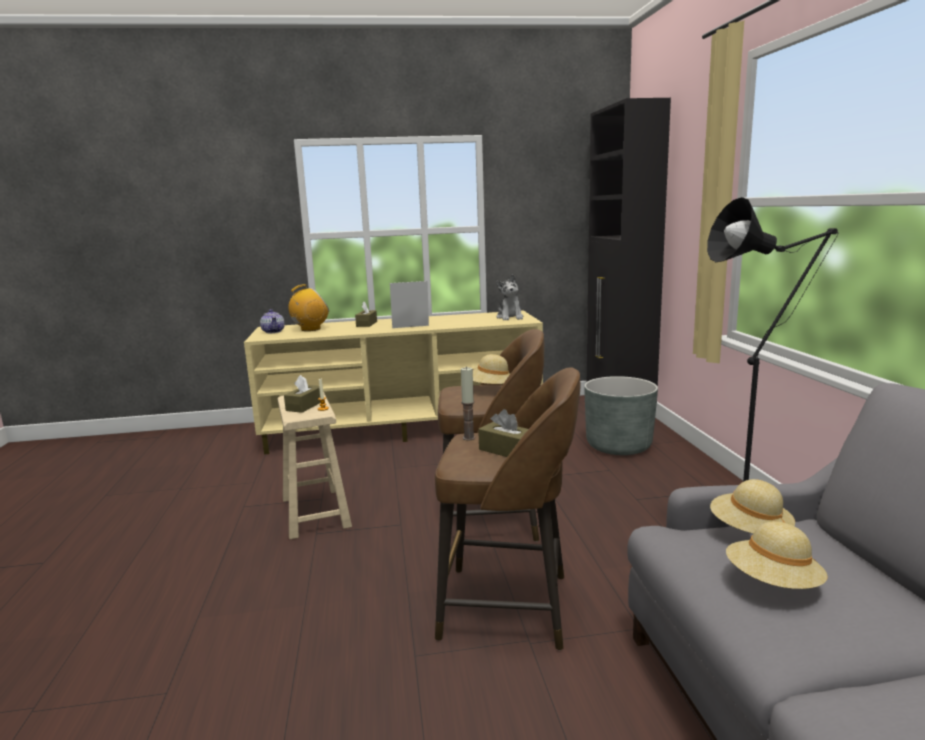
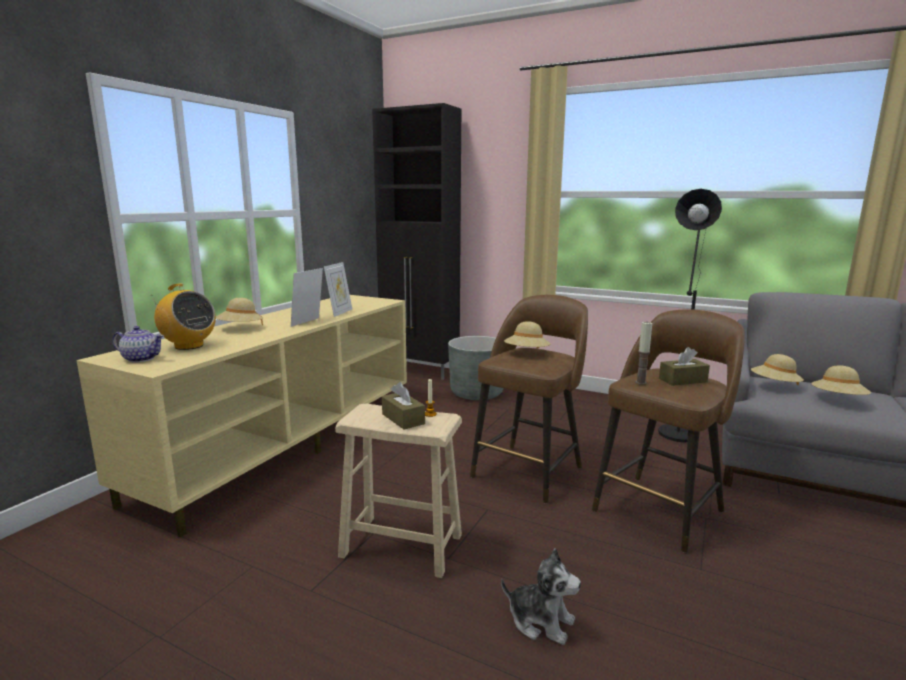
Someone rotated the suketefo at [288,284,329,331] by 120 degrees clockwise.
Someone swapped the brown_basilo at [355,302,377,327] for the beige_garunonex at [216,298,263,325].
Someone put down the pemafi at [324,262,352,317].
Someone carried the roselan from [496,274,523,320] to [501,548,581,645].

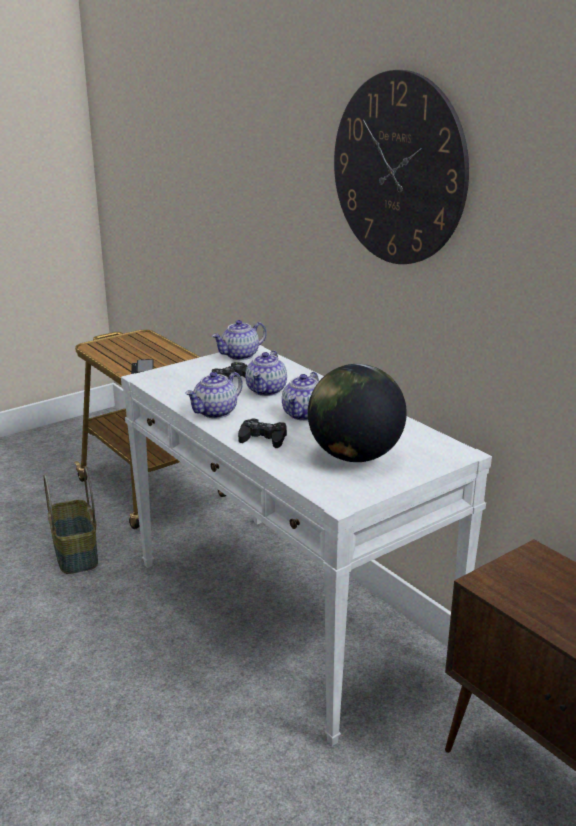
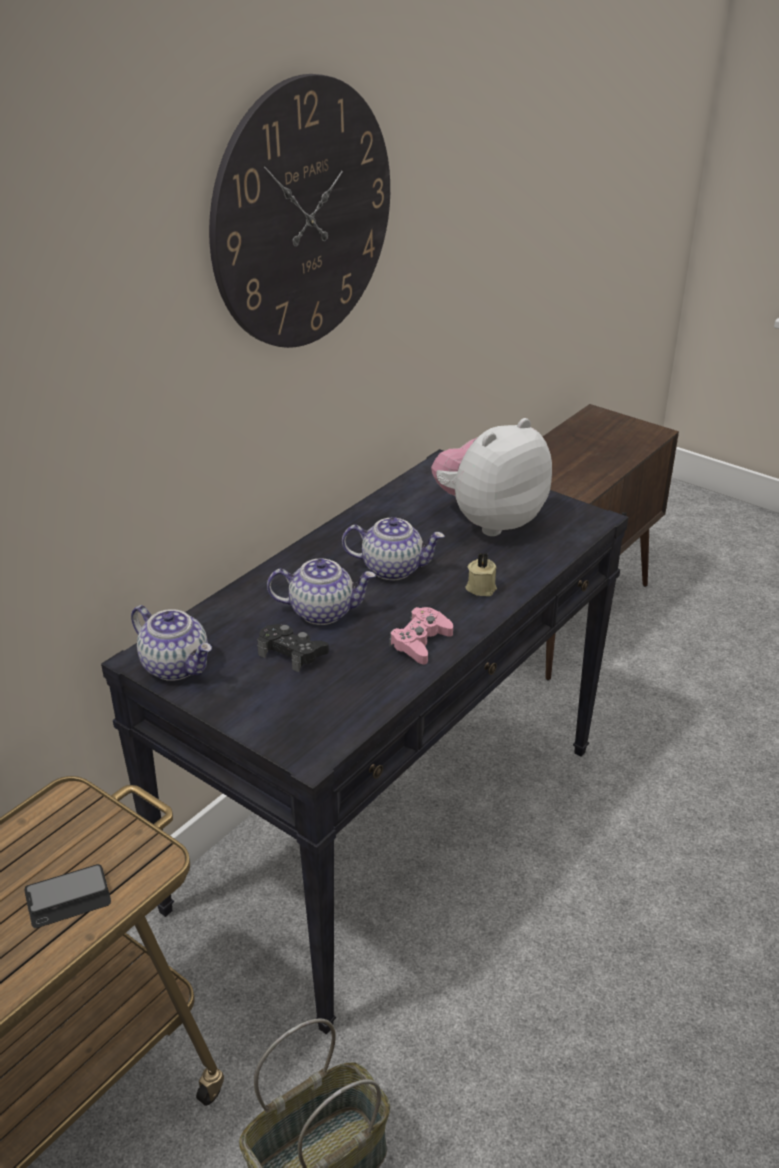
Someone repainted the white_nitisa at [121,345,492,746], which became the black_nitisa at [101,449,628,1035].
Someone swapped the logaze at [185,372,243,419] for the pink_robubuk at [390,607,453,664].
Someone swapped the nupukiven at [308,364,407,462] for the roselan at [431,418,552,536].
Someone swapped the black_robubuk at [238,418,287,448] for the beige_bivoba at [465,553,497,596].

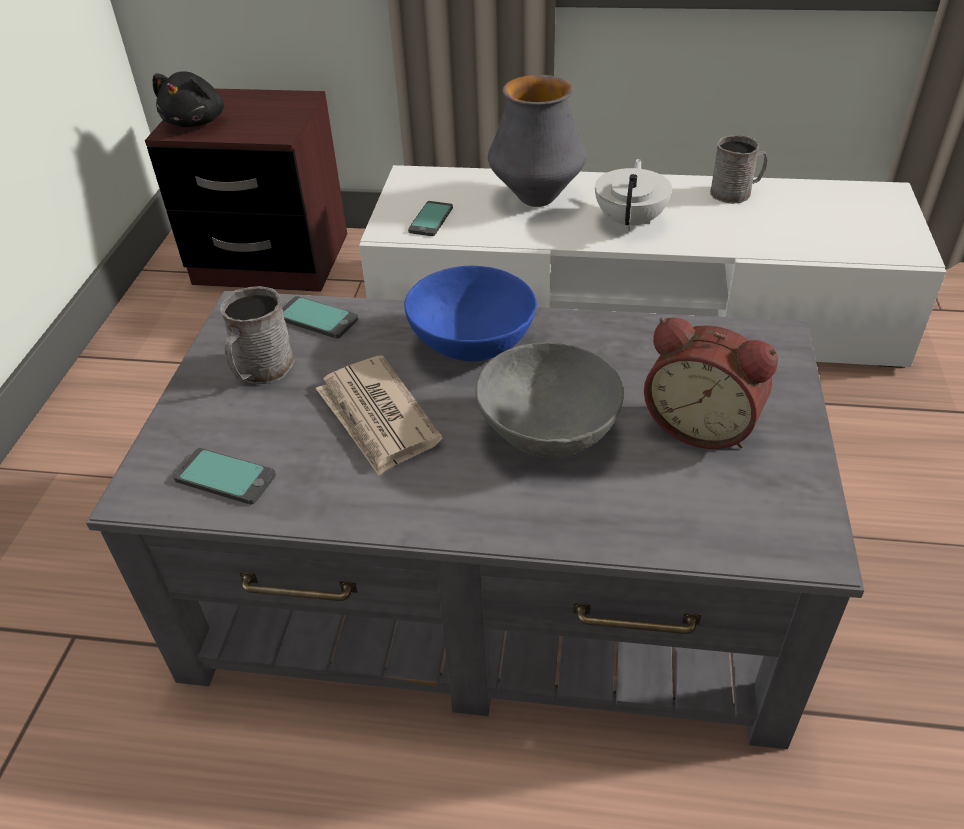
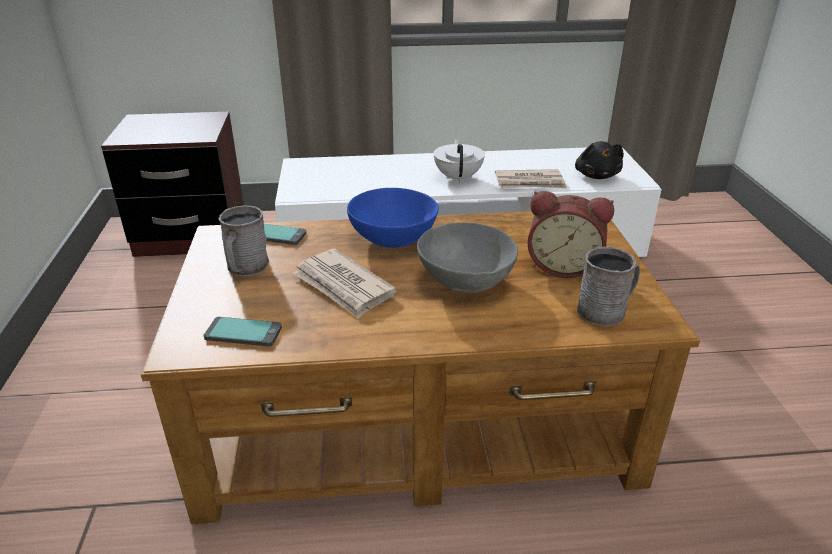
Someone repainted the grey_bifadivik at [86,291,864,749], which became the brown_bifadivik at [141,211,700,524].
Someone put down the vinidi at [495,169,567,188].
Someone carried the black_roselan from [153,72,224,127] to [575,141,624,179].
Someone carried the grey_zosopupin from [710,135,767,204] to [577,246,640,327].
Someone took away the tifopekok at [408,201,453,236].
Someone took away the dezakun at [488,75,586,207].

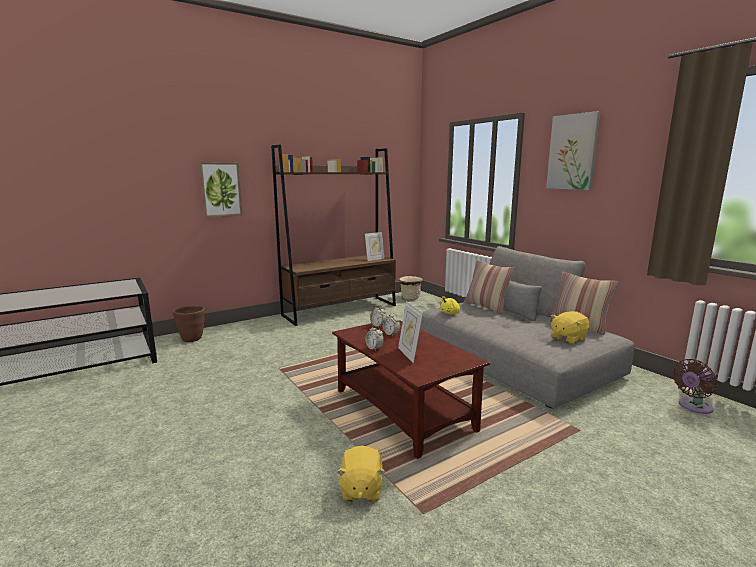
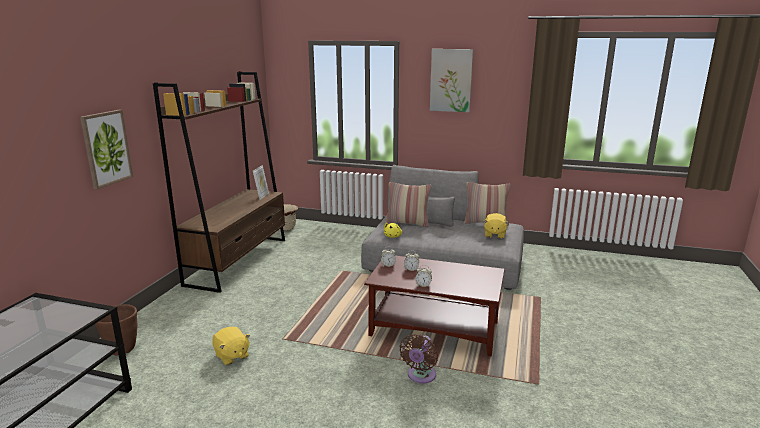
Someone carried the yellow_roselan from [337,446,385,502] to [213,327,250,365].
Someone carried the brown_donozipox from [673,359,717,414] to [400,334,438,383].
Someone took away the pemafi at [398,301,423,363].

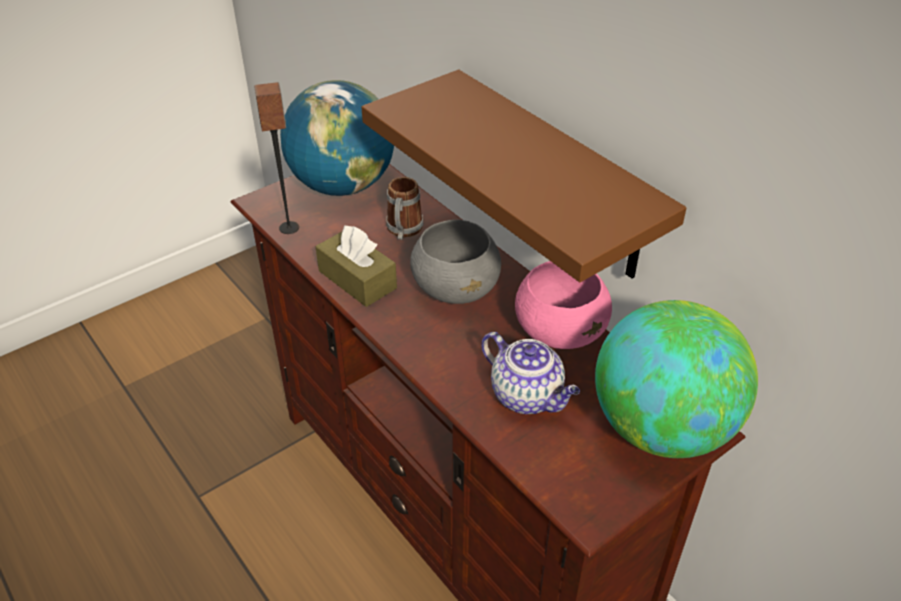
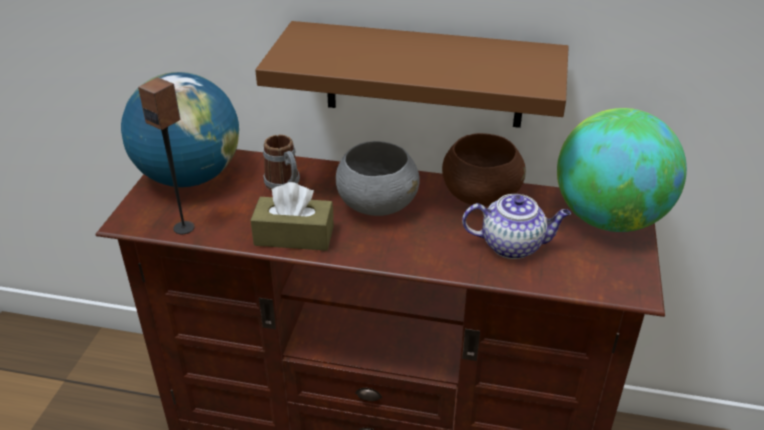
Someone repainted the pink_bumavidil at [515,261,612,349], which became the brown_bumavidil at [442,133,526,206].

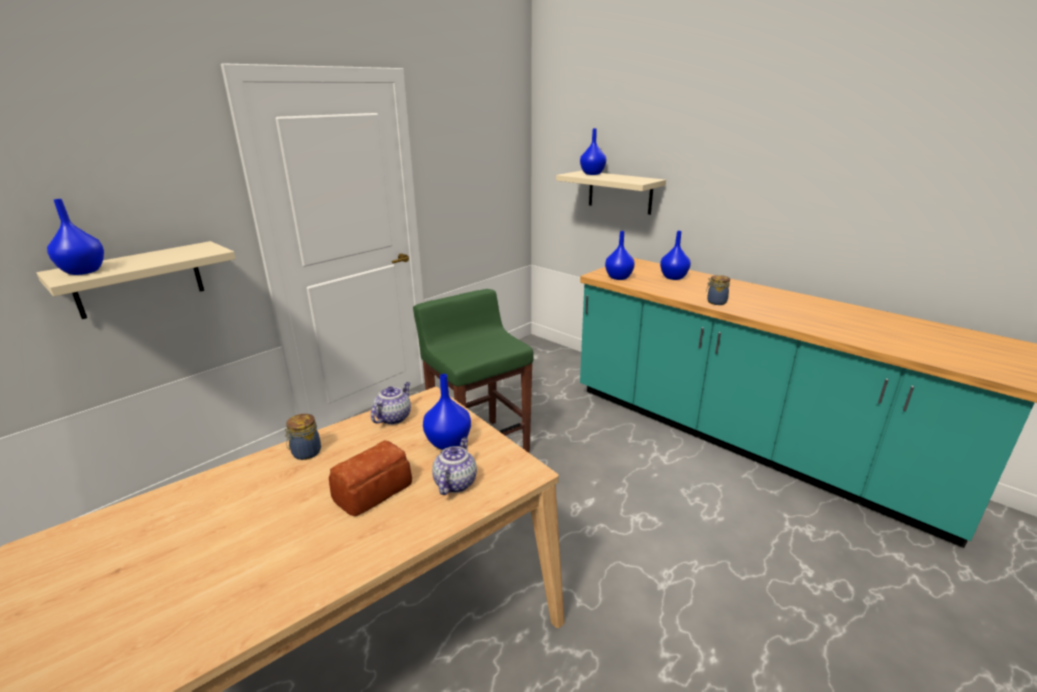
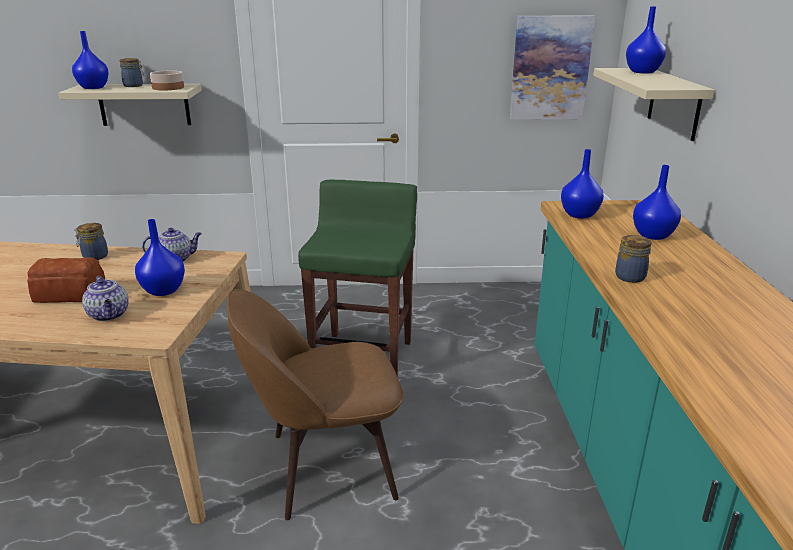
Someone rotated the logaze at [432,437,477,495] by 90 degrees clockwise.
Someone put down the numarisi at [119,58,144,87].
Someone put down the bumavidil at [150,71,184,90].
Someone put down the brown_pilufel at [227,289,404,520].
Someone put up the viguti at [510,16,595,120].

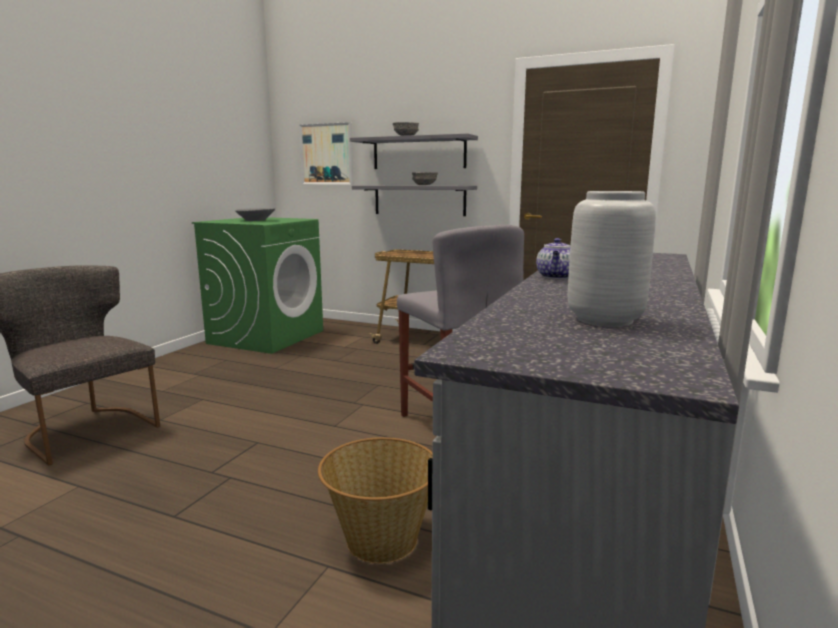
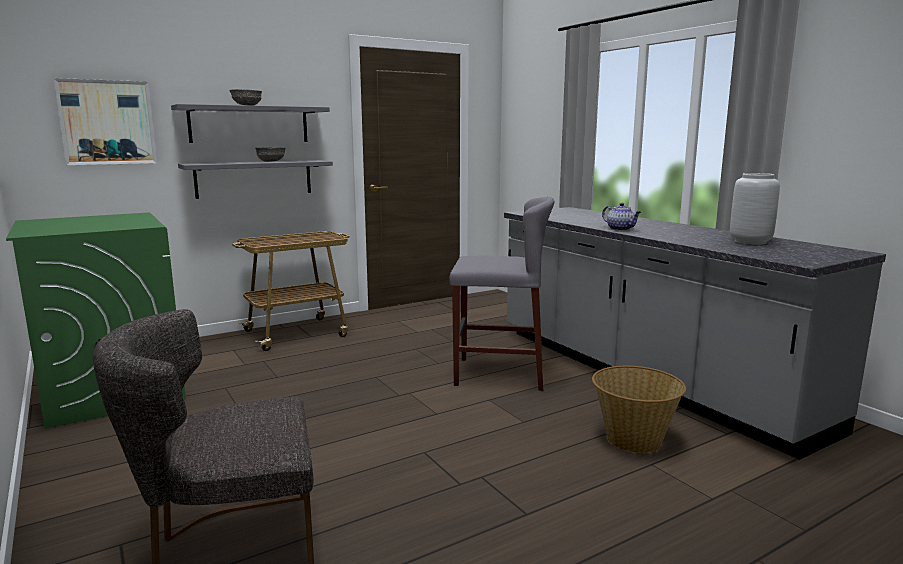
Someone took away the grey_bumavidil at [235,208,275,221].

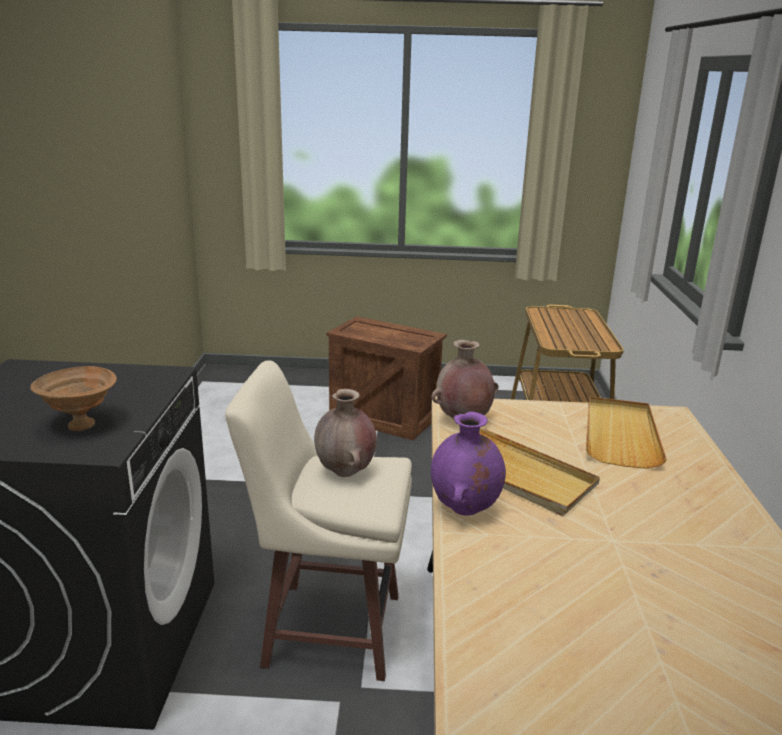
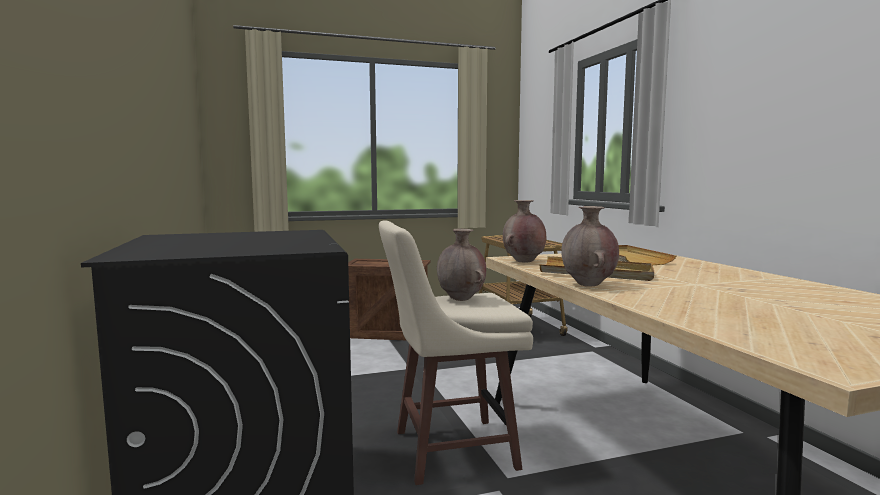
Someone repainted the purple_dezakun at [431,412,506,516], which became the brown_dezakun at [561,206,619,286].
Someone took away the brown_bumavidil at [30,366,117,431].

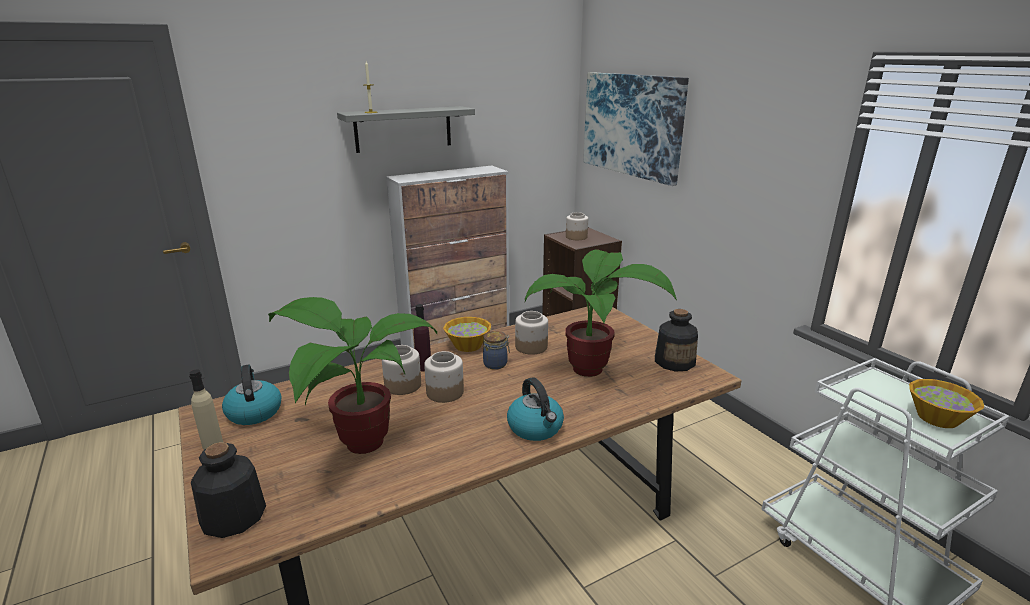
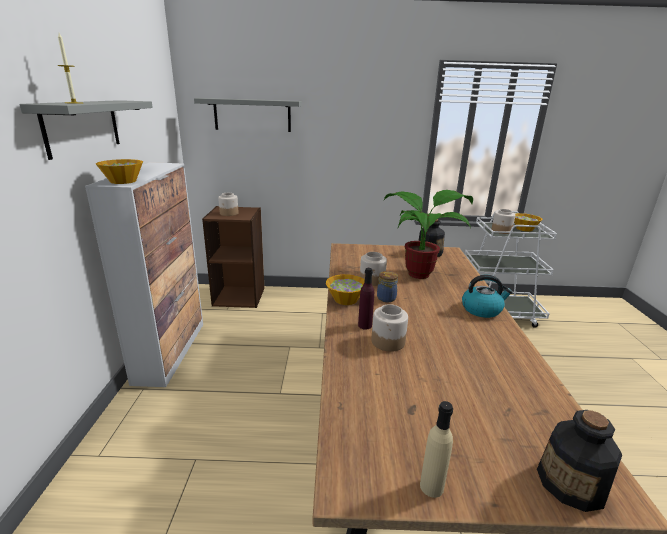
Someone put down the bumavidil at [96,159,143,184].
Someone swapped the viguti at [583,72,689,186] for the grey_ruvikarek at [194,98,302,132].
Someone carried the numarisi from [424,351,464,403] to [492,209,515,234].
Someone took away the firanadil at [222,364,282,425].
Someone took away the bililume at [268,297,437,454].

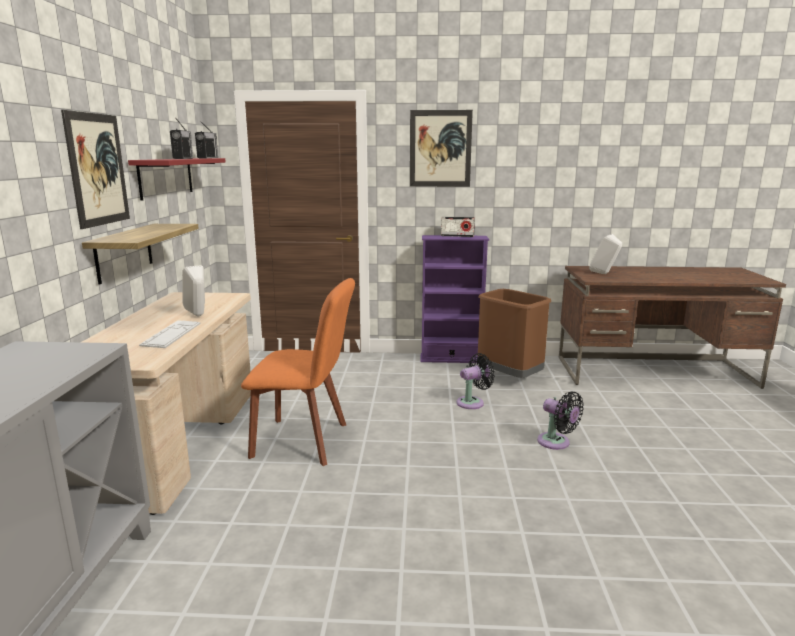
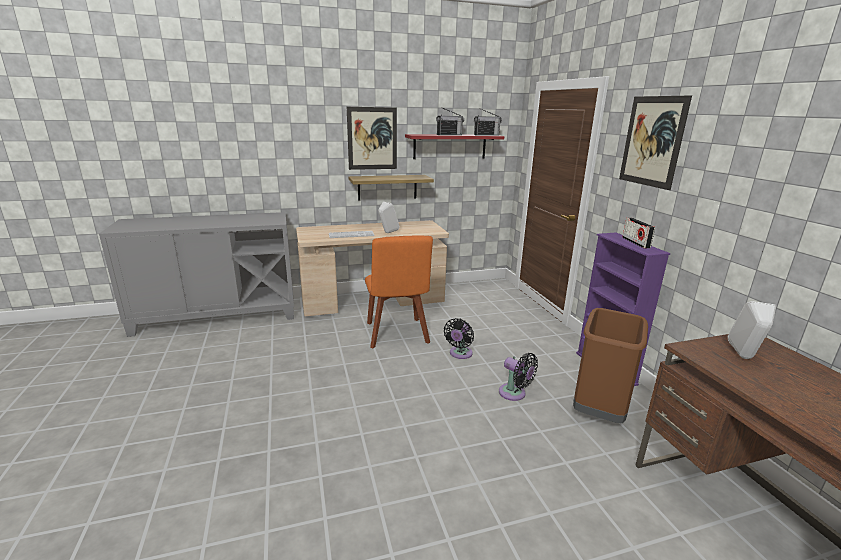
Someone carried the black_donozipox from [537,391,584,450] to [444,318,474,359].

